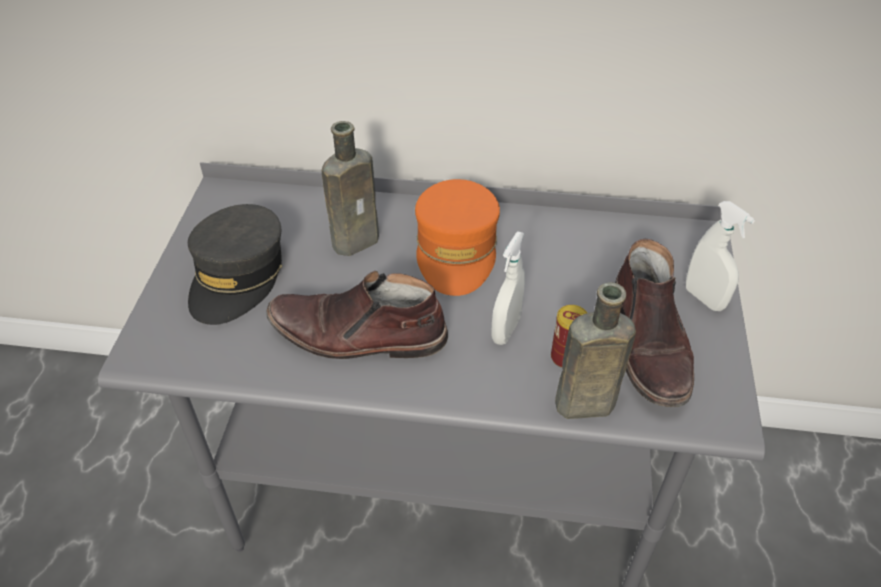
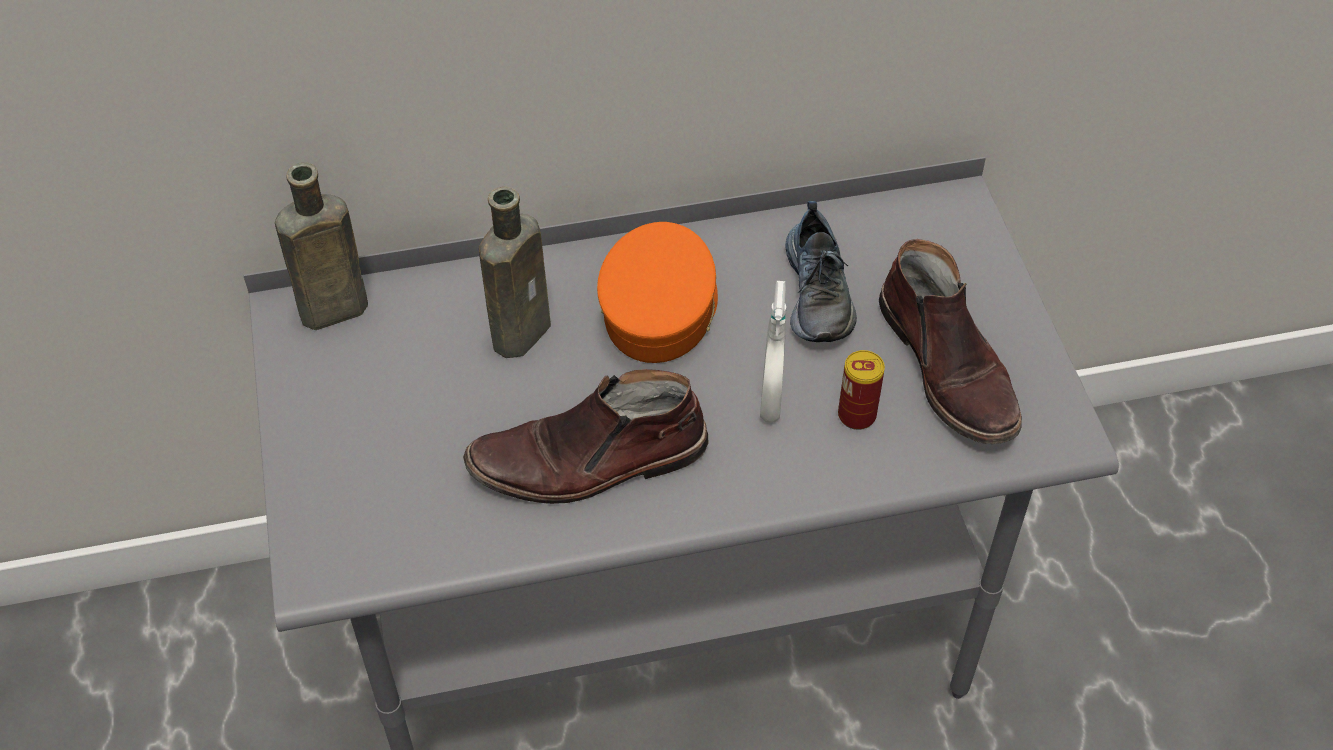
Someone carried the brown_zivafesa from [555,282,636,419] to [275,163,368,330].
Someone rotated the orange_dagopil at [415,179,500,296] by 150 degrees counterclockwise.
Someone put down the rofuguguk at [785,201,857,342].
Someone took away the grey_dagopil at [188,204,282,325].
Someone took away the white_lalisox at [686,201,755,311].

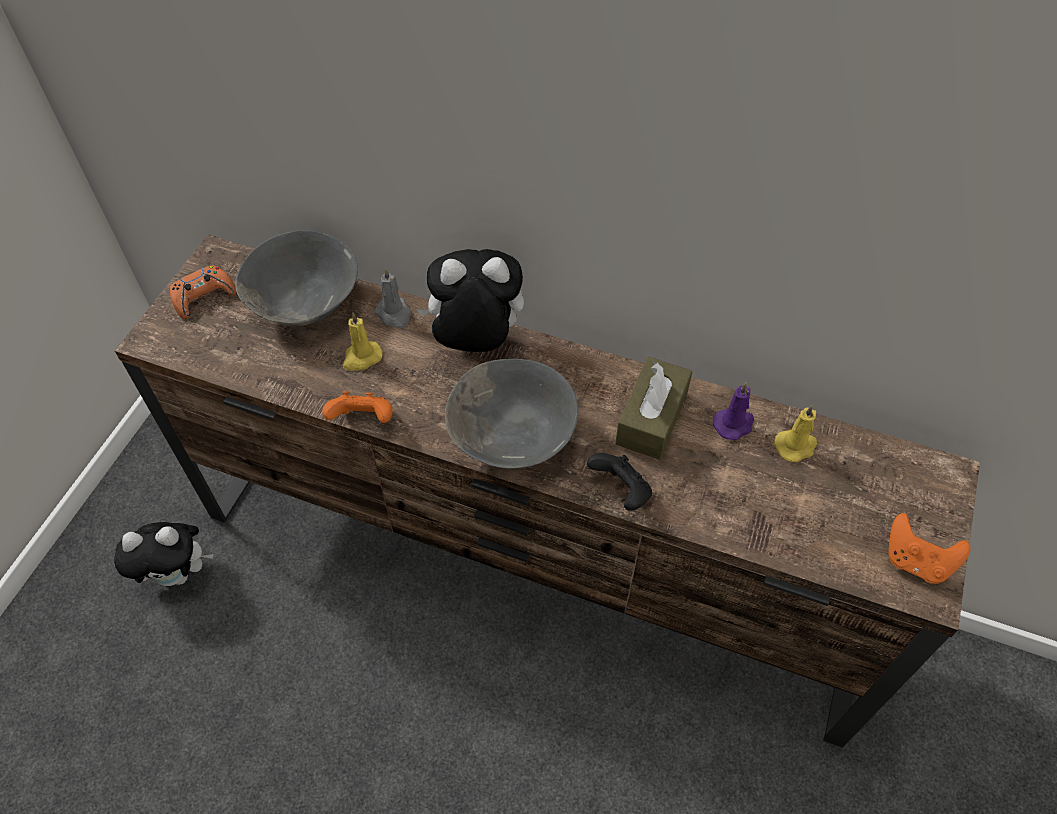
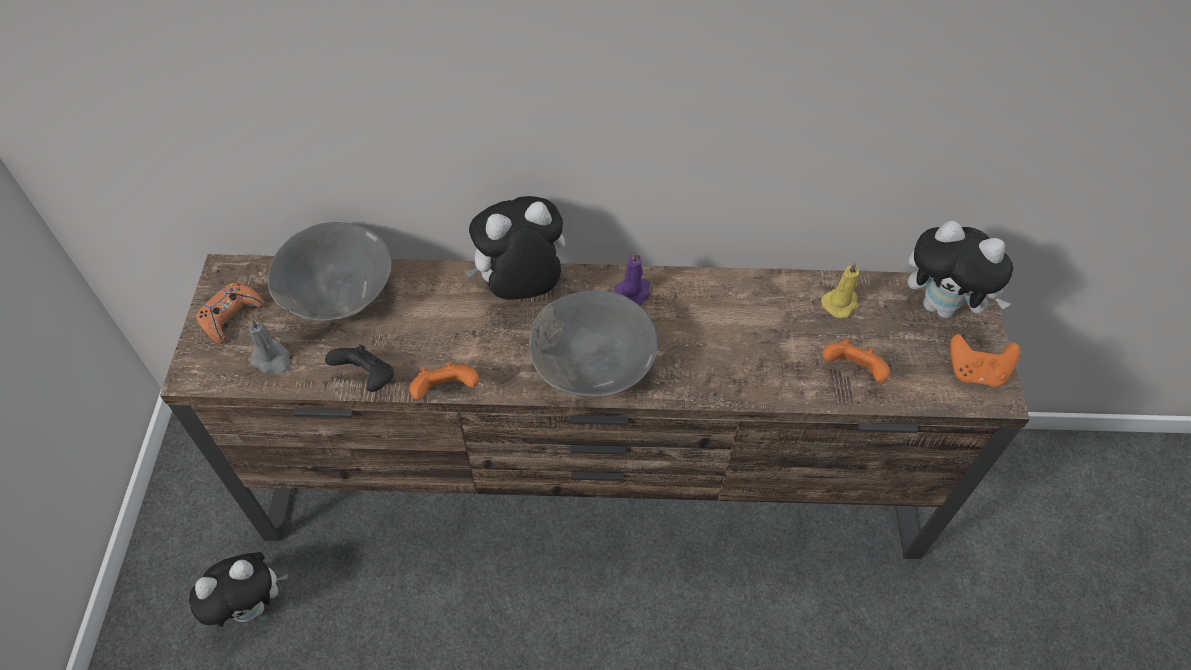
Someone carried the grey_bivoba from [375,268,411,329] to [249,318,290,373].
Someone carried the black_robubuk from [587,453,652,511] to [325,345,394,392].
Someone carried the purple_bivoba from [713,382,754,440] to [614,251,650,305].
Someone put down the orange_robubuk at [823,339,890,383].
Someone put down the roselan at [908,221,1013,318].
Someone took away the yellow_bivoba at [343,312,382,371].
Someone took away the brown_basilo at [615,357,692,460].

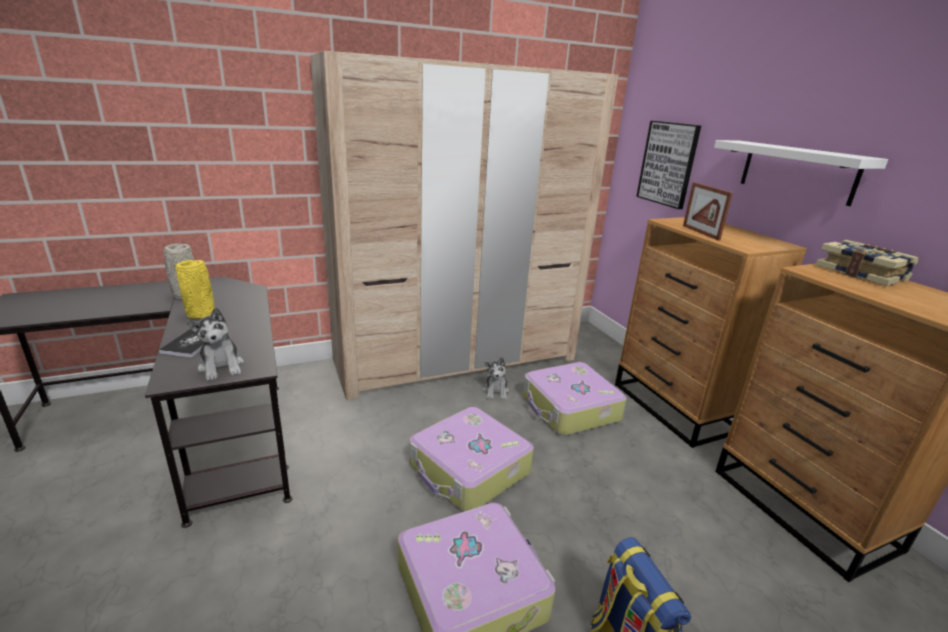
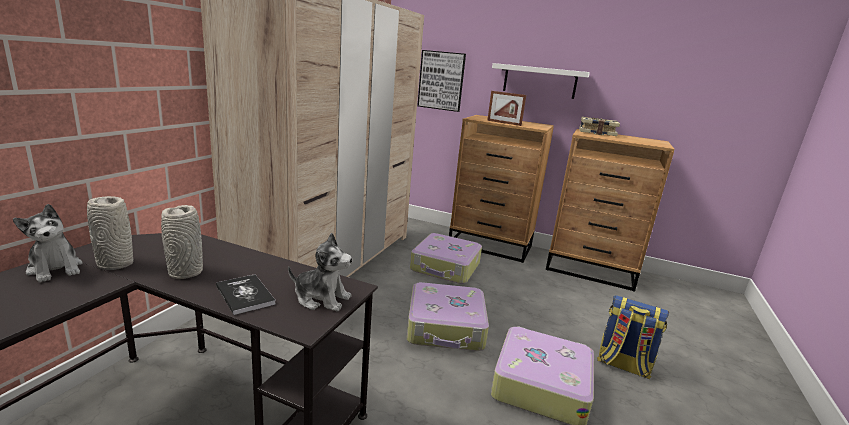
Someone carried the roselan from [483,357,509,400] to [13,204,83,282].
Someone repainted the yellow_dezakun at [176,260,214,319], which became the grey_dezakun at [161,205,203,279].

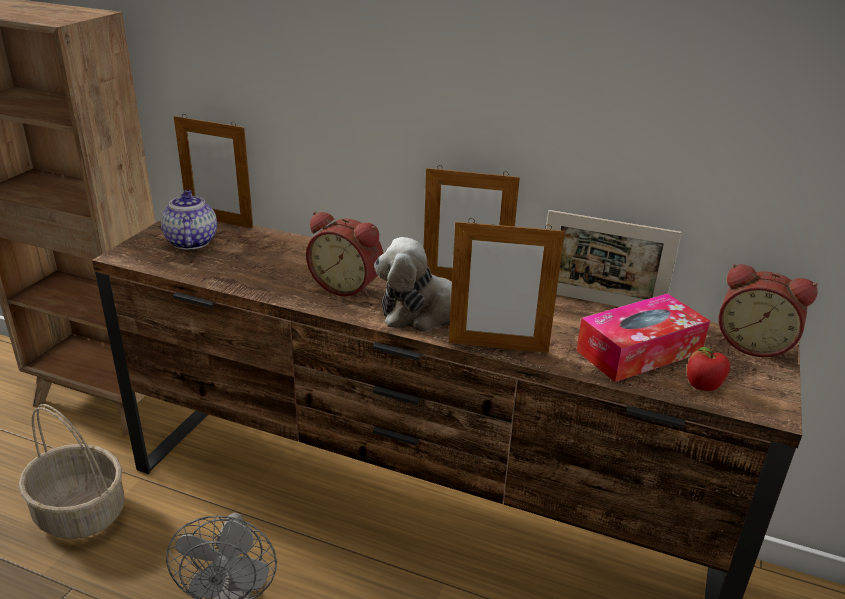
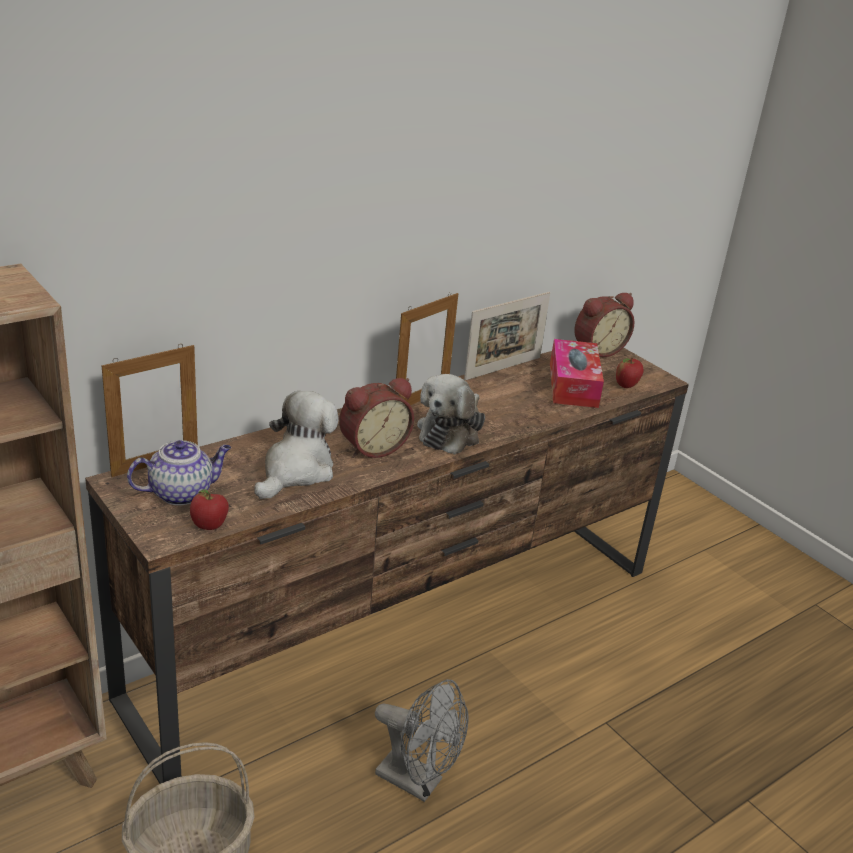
Someone rotated the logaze at [161,190,217,250] by 135 degrees clockwise.
Someone put down the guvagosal at [190,489,229,530].
Someone put down the roselan at [254,391,339,499].
Someone took away the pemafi at [449,218,565,353].

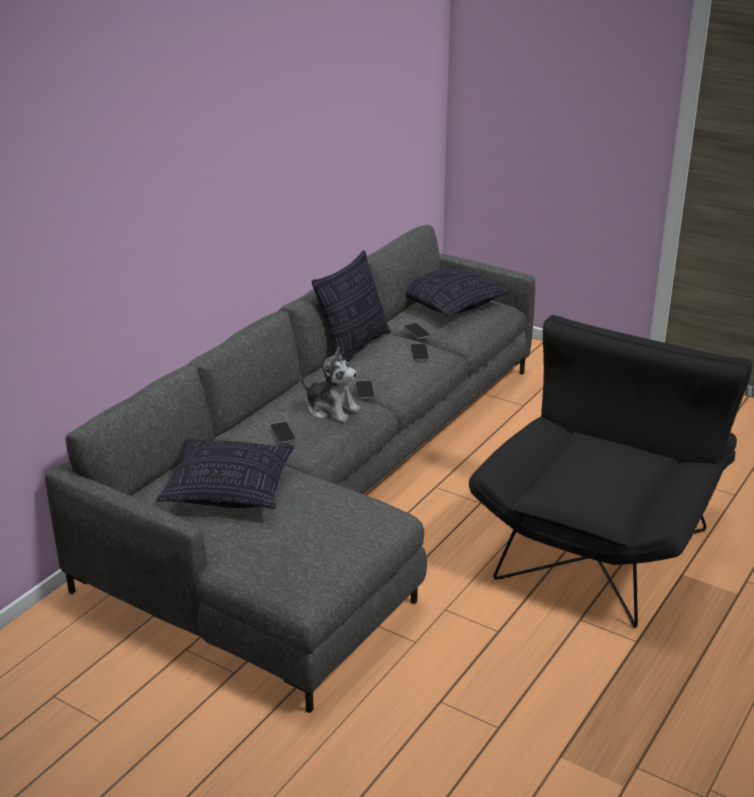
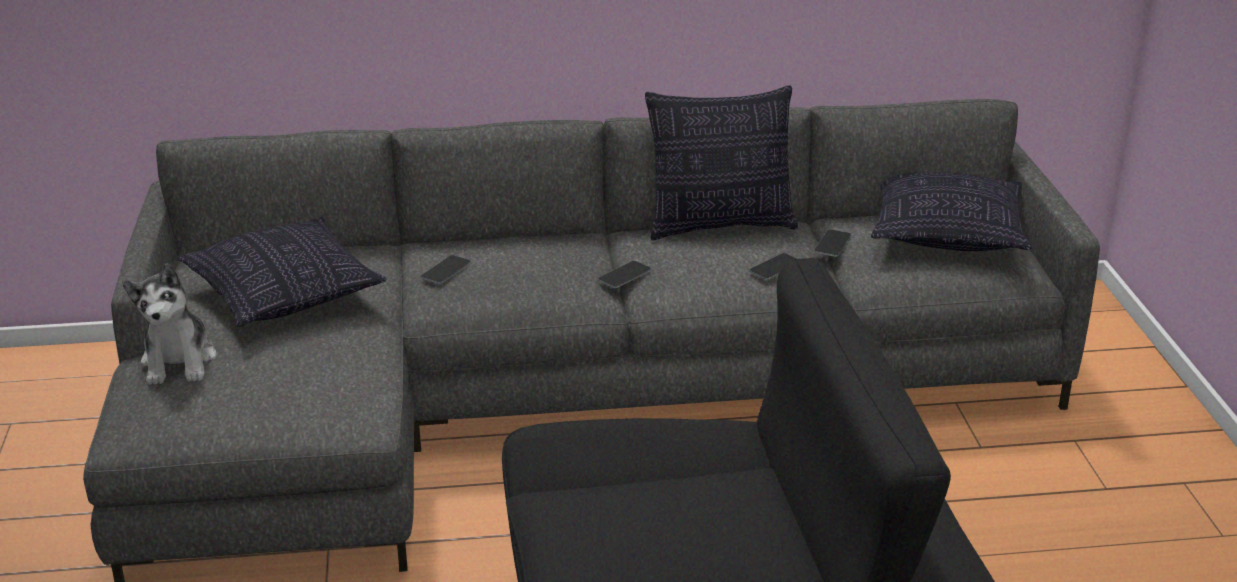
Someone carried the roselan from [300,347,360,423] to [123,263,217,385].

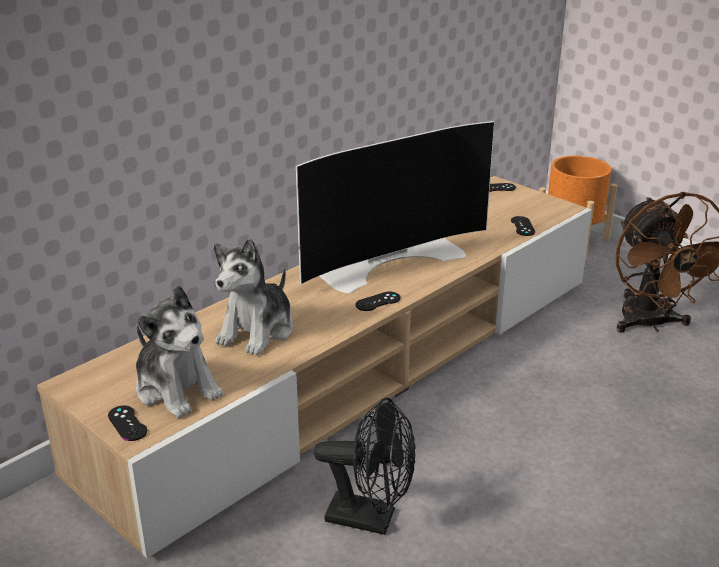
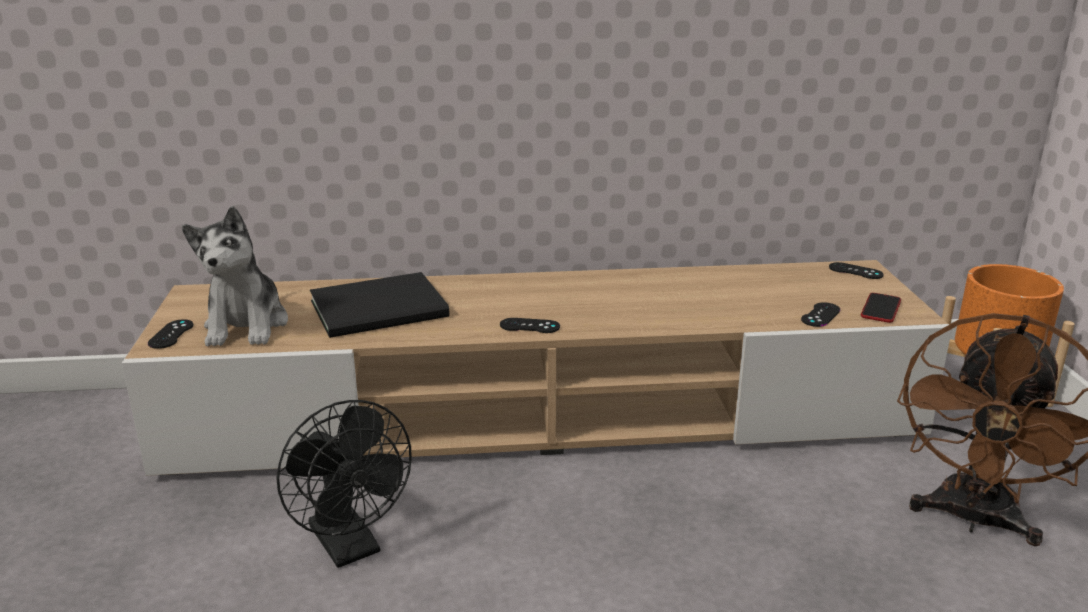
Someone swapped the roselan at [214,238,293,356] for the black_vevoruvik at [310,272,450,338].
Someone put down the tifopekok at [861,293,901,323].
Someone took away the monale at [296,121,495,293].

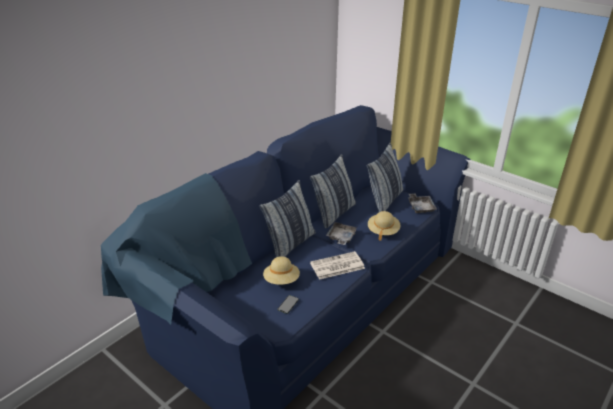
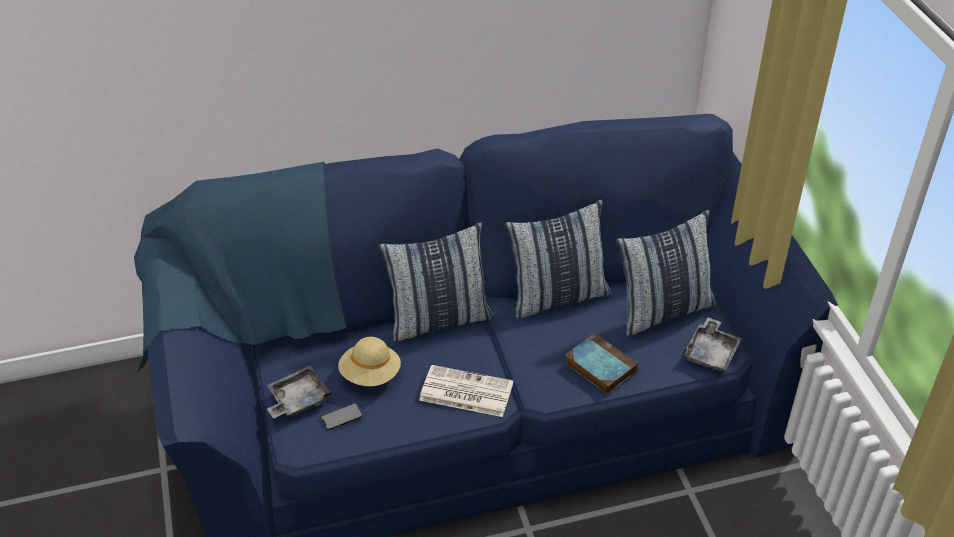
Someone carried the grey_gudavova from [326,222,357,245] to [267,365,332,419].
Someone swapped the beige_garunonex at [368,211,400,241] for the vevoruvik at [565,333,638,395].

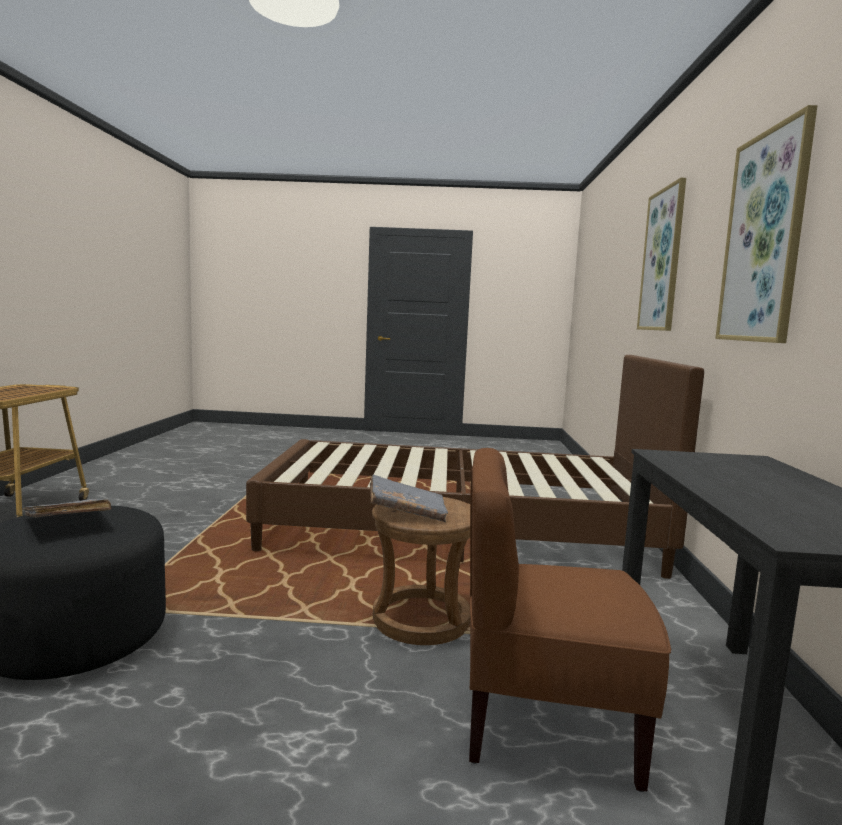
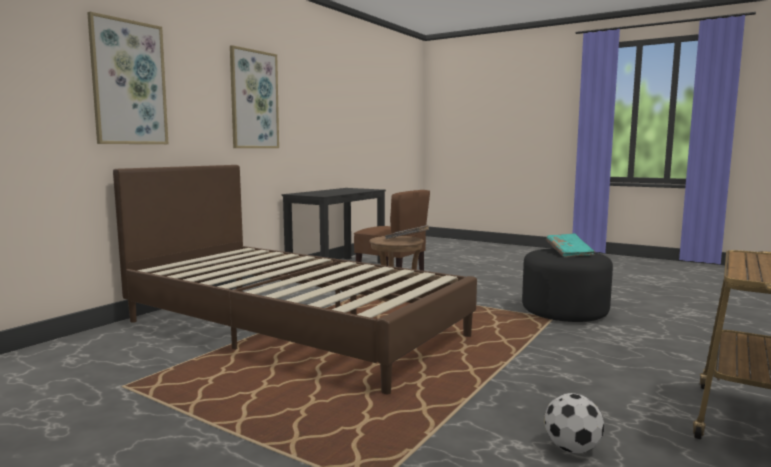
Someone put down the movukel at [544,393,605,453].
Someone repainted the grey_vevoruvik at [23,499,111,518], which became the turquoise_vevoruvik at [546,233,595,257].

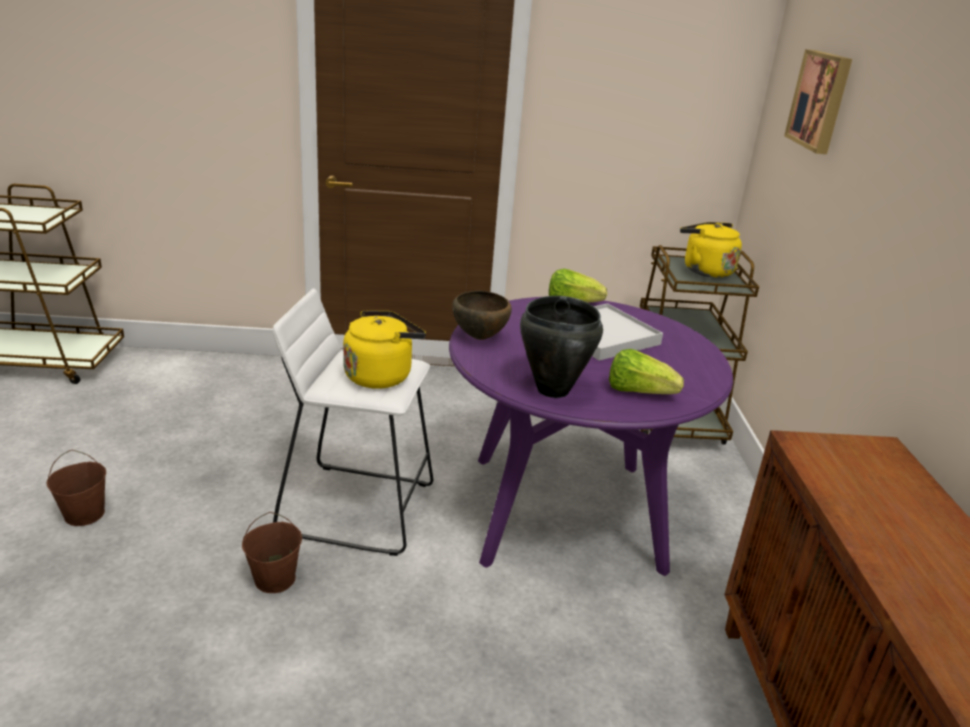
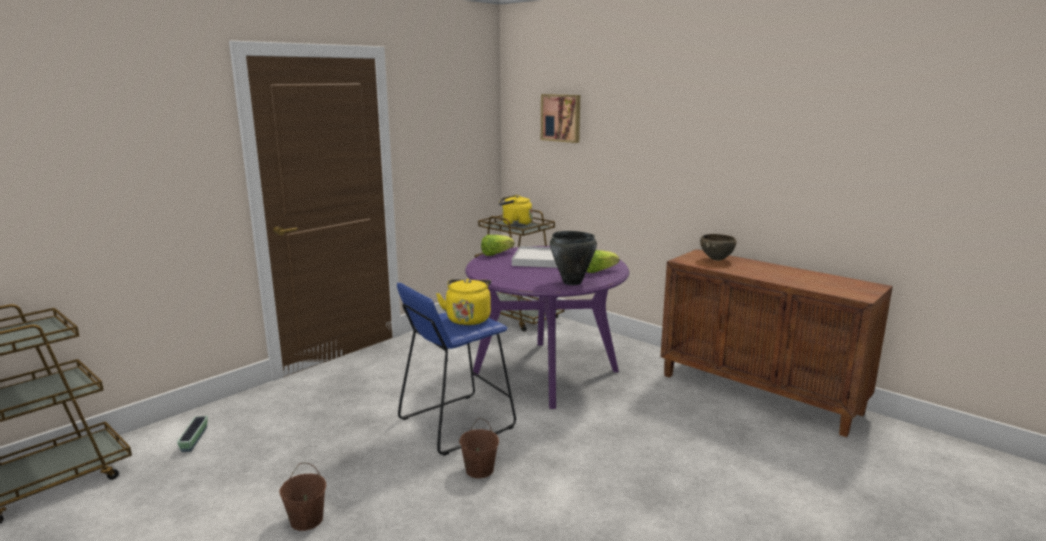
Someone put down the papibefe at [177,416,208,452].
Someone repainted the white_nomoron at [273,289,433,556], which became the blue_nomoron at [397,283,516,456].
Someone carried the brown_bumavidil from [452,291,512,340] to [700,234,737,261].

